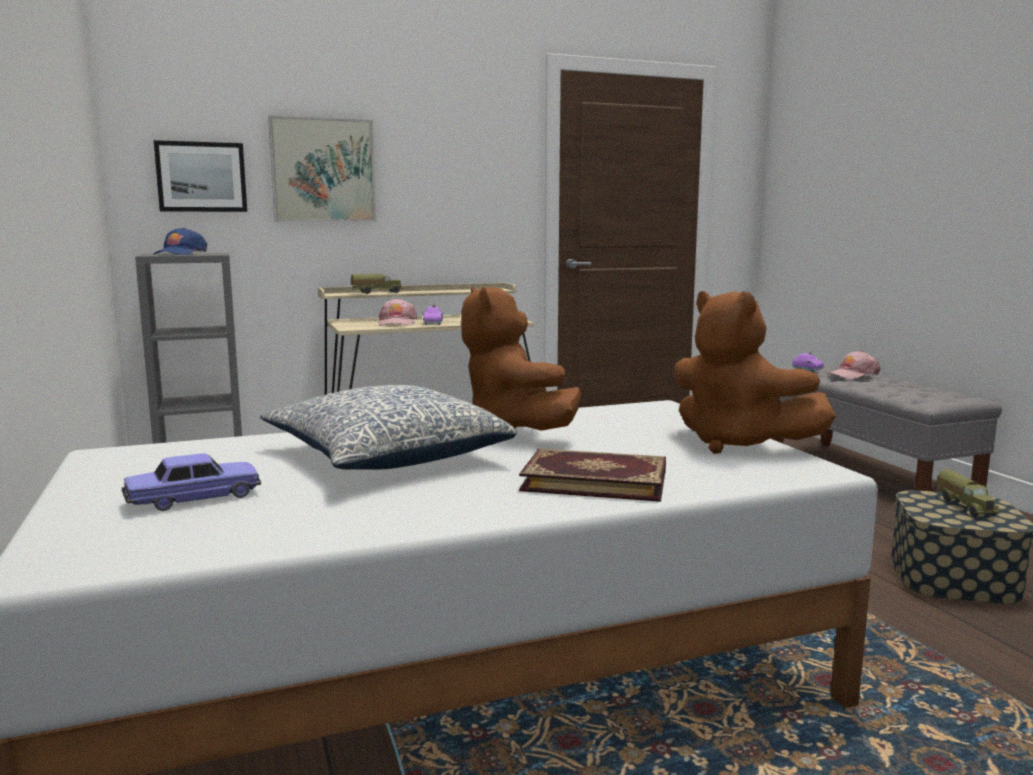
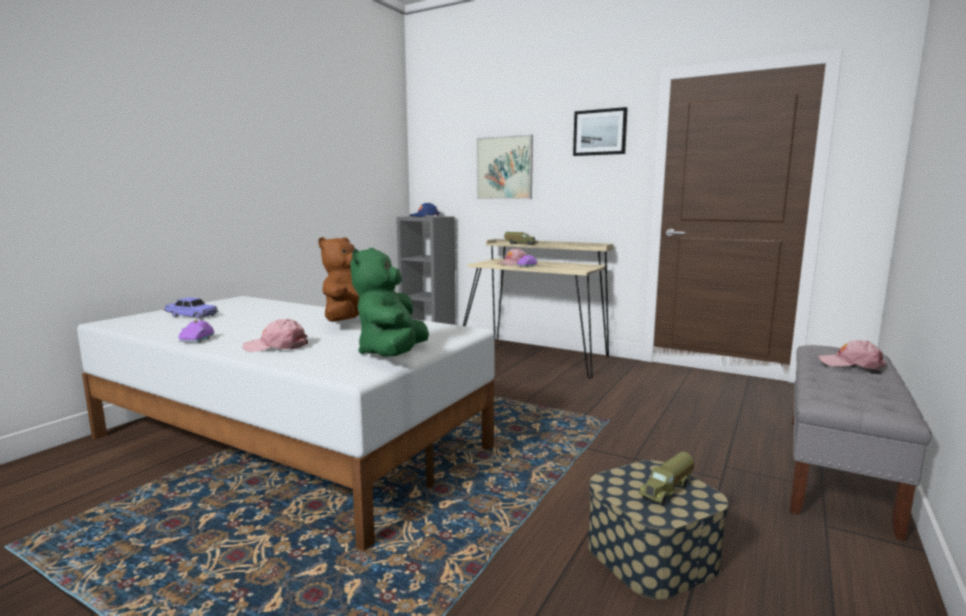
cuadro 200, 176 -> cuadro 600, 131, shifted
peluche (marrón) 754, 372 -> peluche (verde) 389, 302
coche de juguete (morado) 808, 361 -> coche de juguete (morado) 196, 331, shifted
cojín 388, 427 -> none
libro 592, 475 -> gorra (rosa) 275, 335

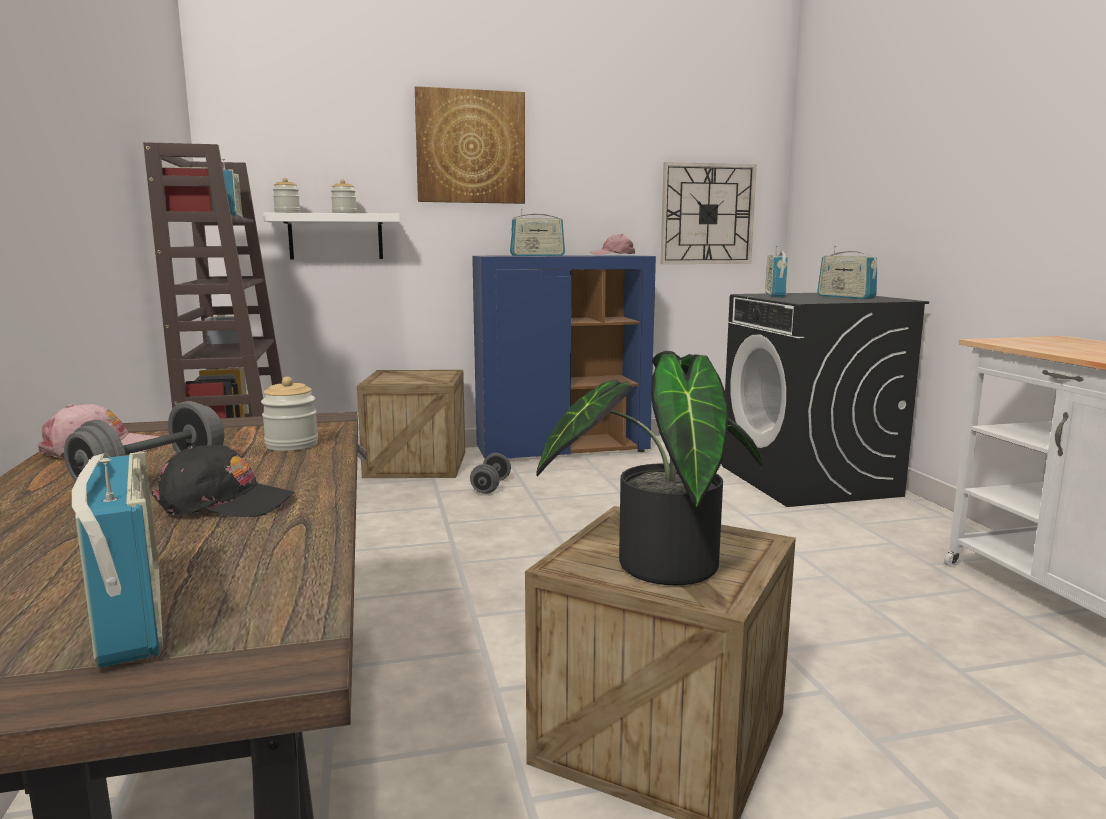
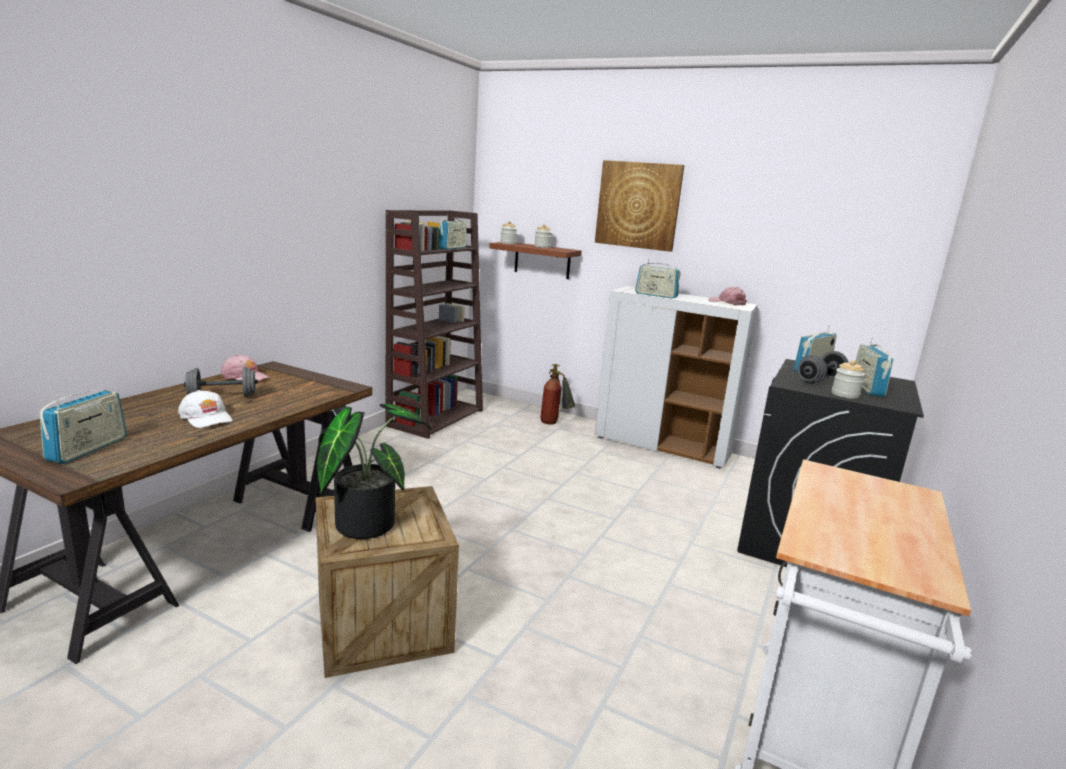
reloj de pared 708, 213 -> none
estante (blanco) 331, 235 -> estante (marrón) 535, 260
armario (azul) 564, 357 -> armario (blanco) 676, 377
caja de embalaje 411, 424 -> extintor 557, 394
tarro 289, 414 -> tarro 848, 379, shifted
gorra (negro) 223, 481 -> gorra (blanco) 205, 409
mancuerna (gris) 490, 473 -> mancuerna (gris) 823, 367, shifted

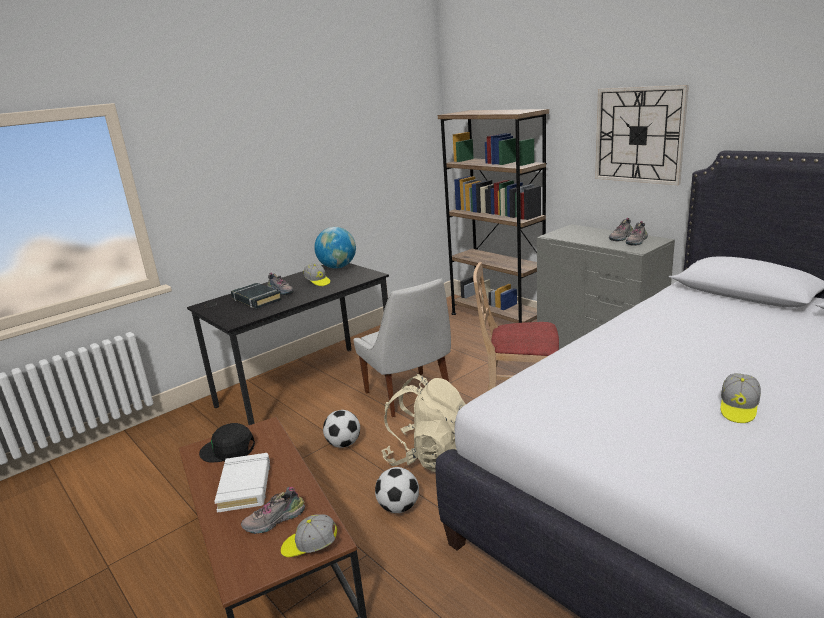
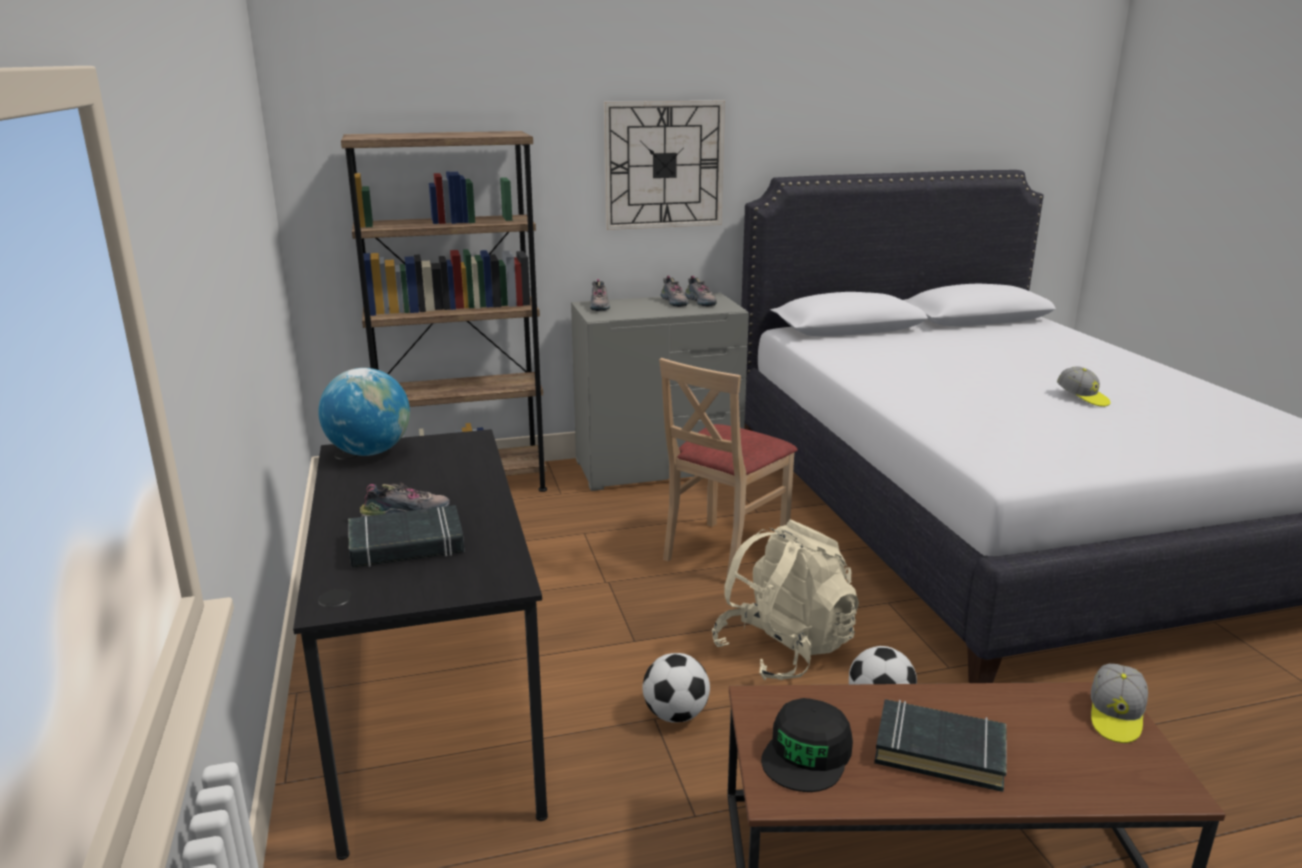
gorra 317, 274 -> none
silla (blanco) 402, 348 -> none
libro (blanco) 242, 483 -> libro (negro) 940, 745
zapato 273, 510 -> zapato 600, 295, shifted

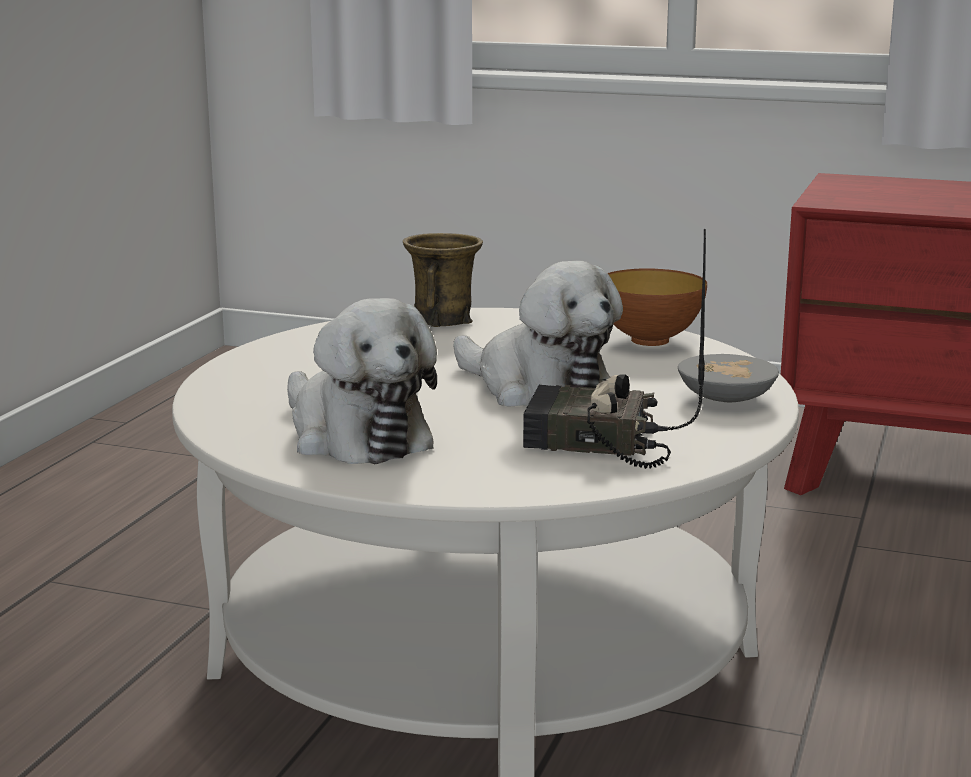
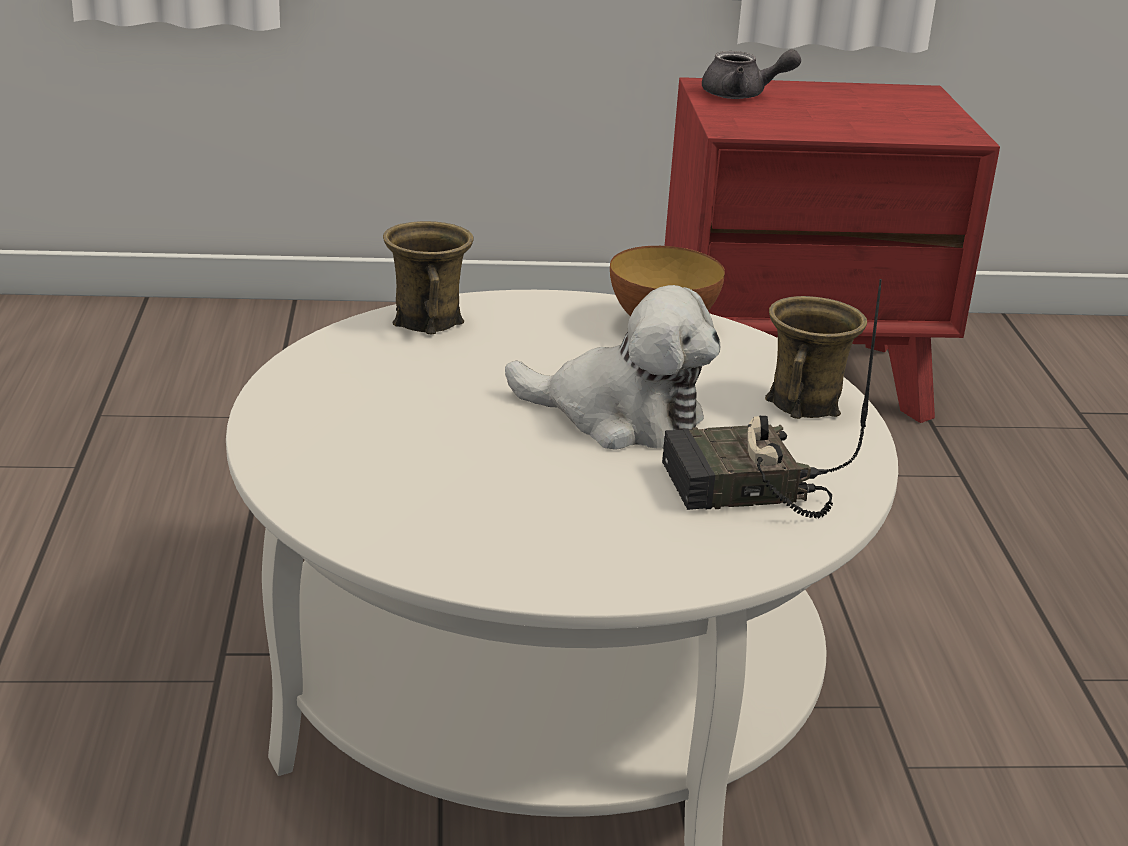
peluche 362, 381 -> none
cuenco (gris) 728, 378 -> taza grande (marrón) 816, 357
none -> tetera (gris) 751, 74

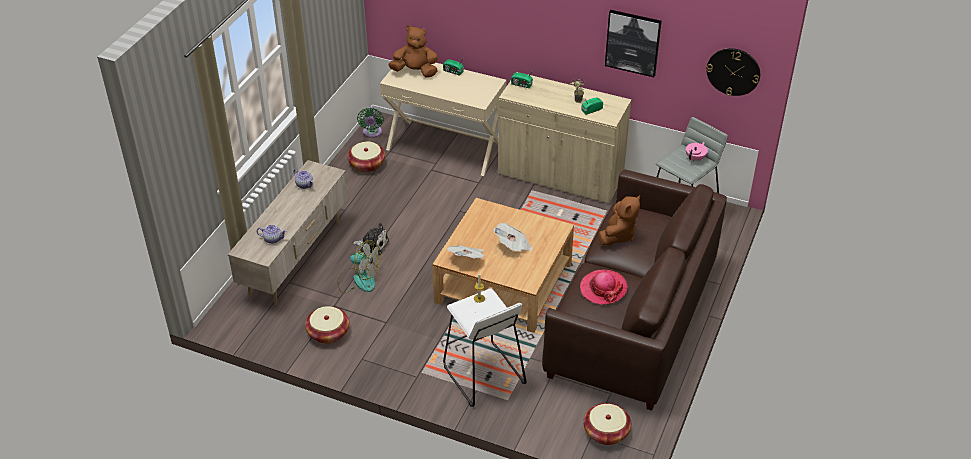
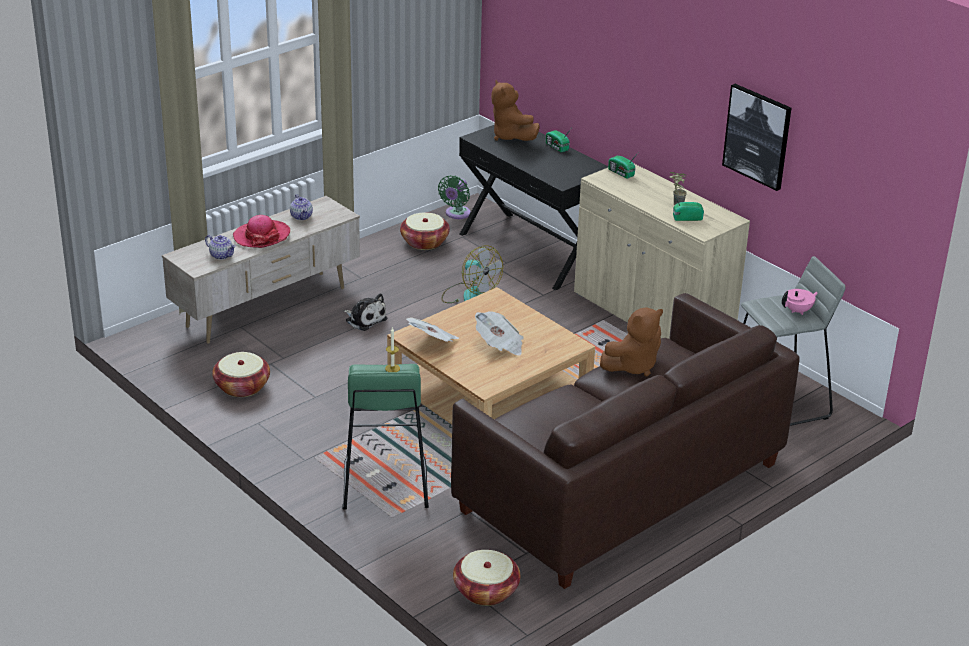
peluche (marrón) 413, 51 -> peluche (marrón) 515, 110, 150 degrees counterclockwise
reloj de pared 733, 72 -> none
mesa consola (beis) 443, 116 -> mesa consola (negro) 533, 207
ventilador 359, 266 -> ventilador 472, 274, shifted
sombrero 604, 287 -> sombrero 261, 231, shifted
taburete (blanco) 485, 347 -> taburete (verde) 386, 437

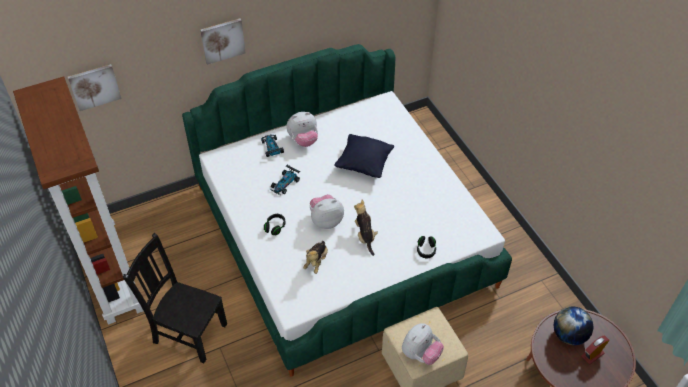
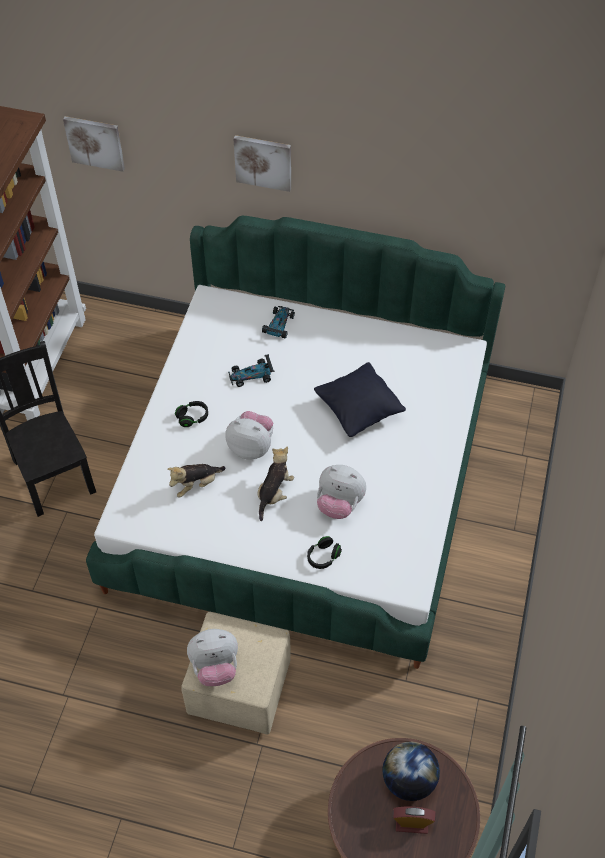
peluche 302, 129 -> peluche 341, 492, shifted

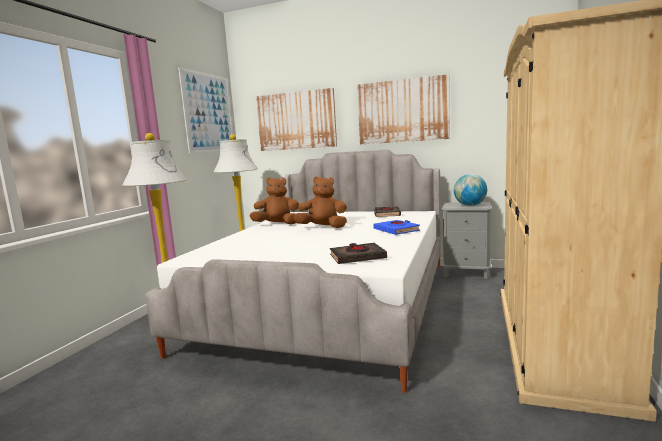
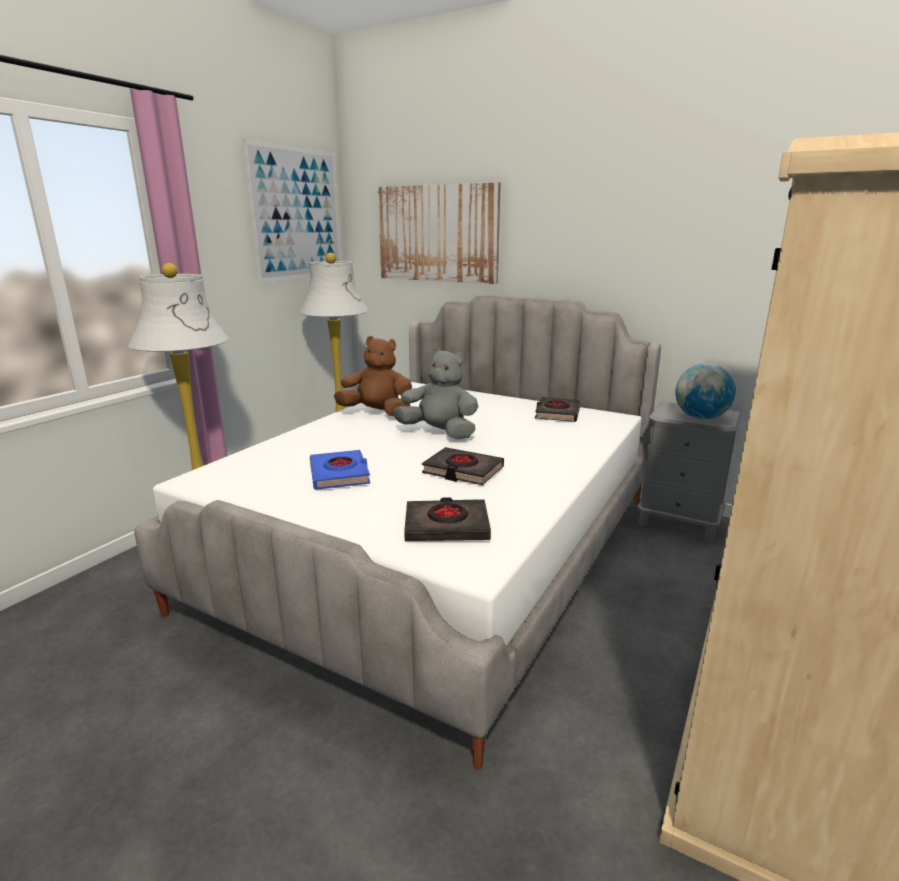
cuadro 403, 109 -> none
peluche (marrón) 320, 202 -> peluche (gris) 435, 393
libro (azul) 396, 227 -> libro (azul) 340, 470, shifted
none -> libro (negro) 463, 466

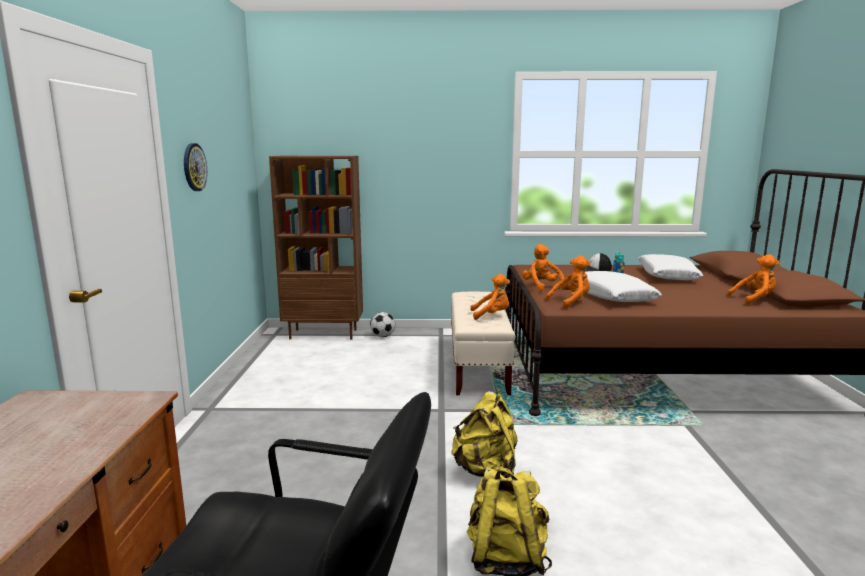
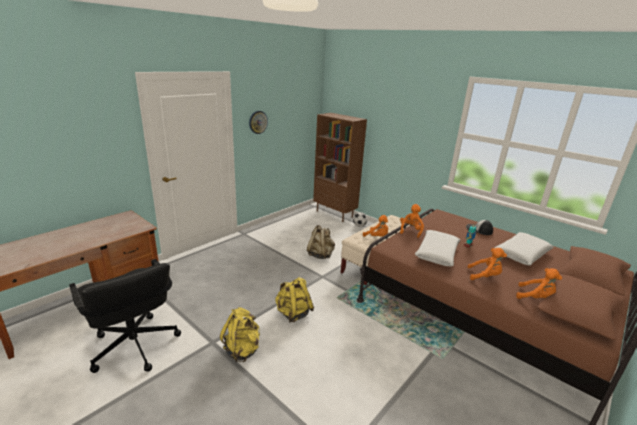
peluche (naranja) 568, 282 -> peluche (naranja) 487, 264, shifted
none -> mochila (beis) 321, 242

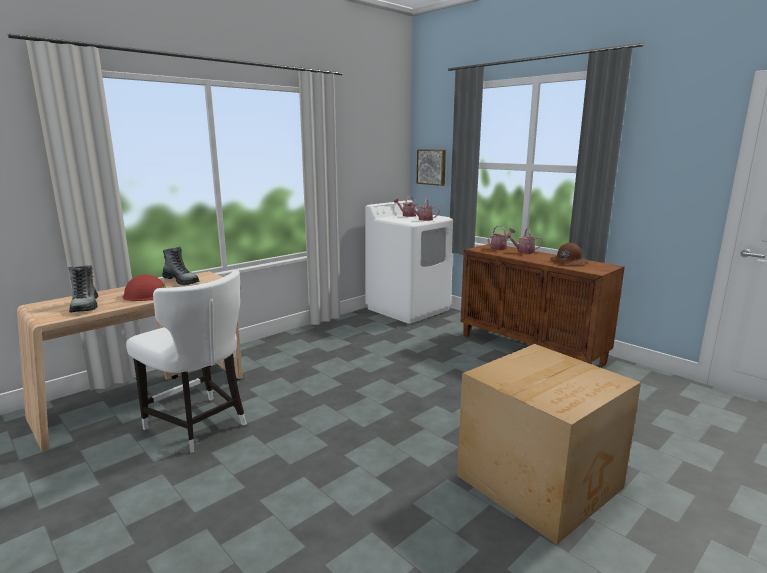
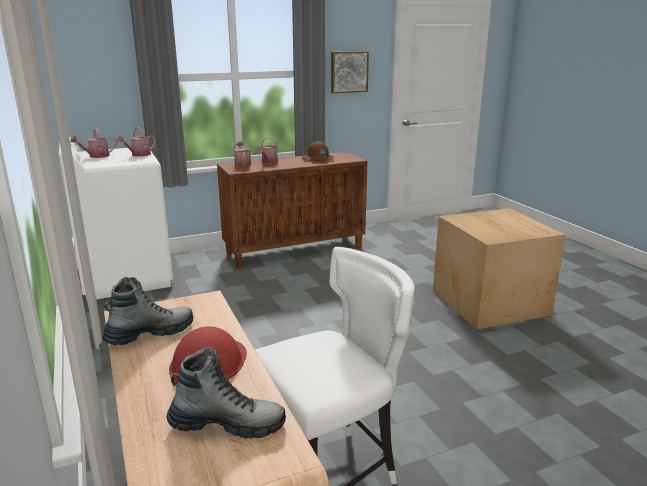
cuadro 431, 167 -> cuadro 350, 72, shifted

